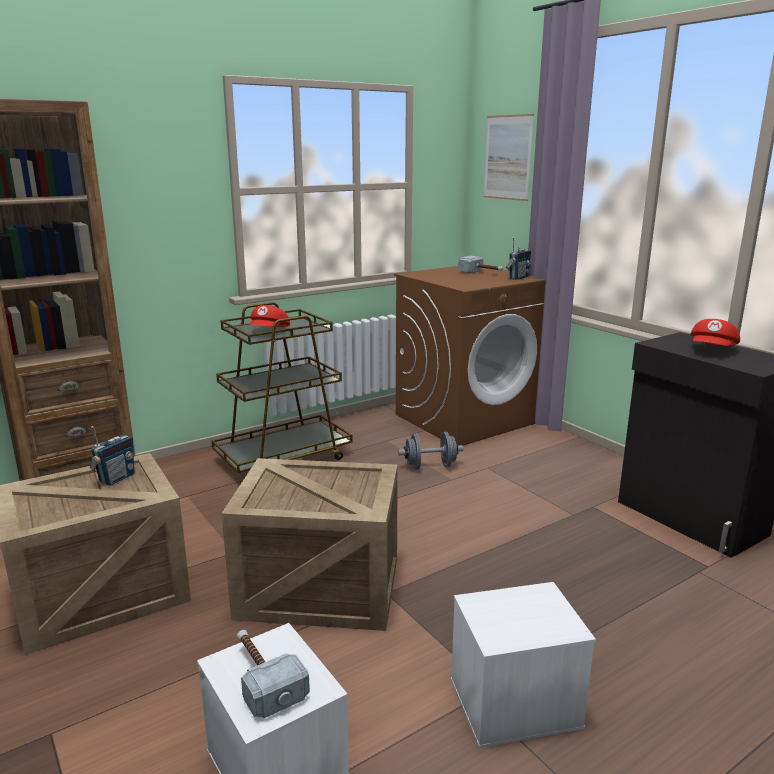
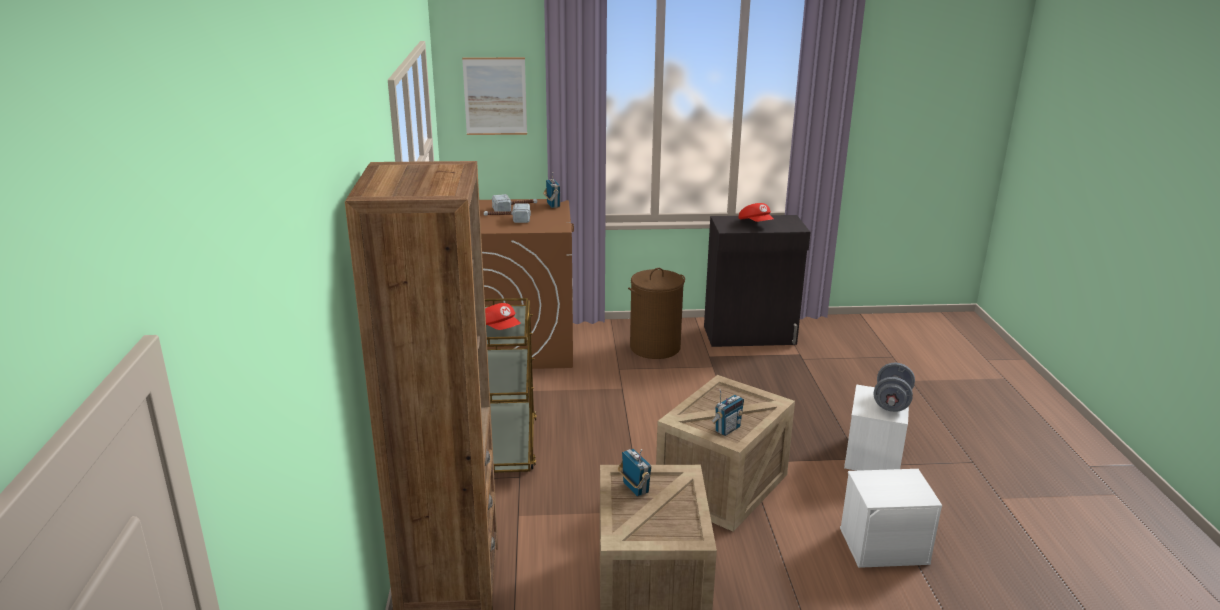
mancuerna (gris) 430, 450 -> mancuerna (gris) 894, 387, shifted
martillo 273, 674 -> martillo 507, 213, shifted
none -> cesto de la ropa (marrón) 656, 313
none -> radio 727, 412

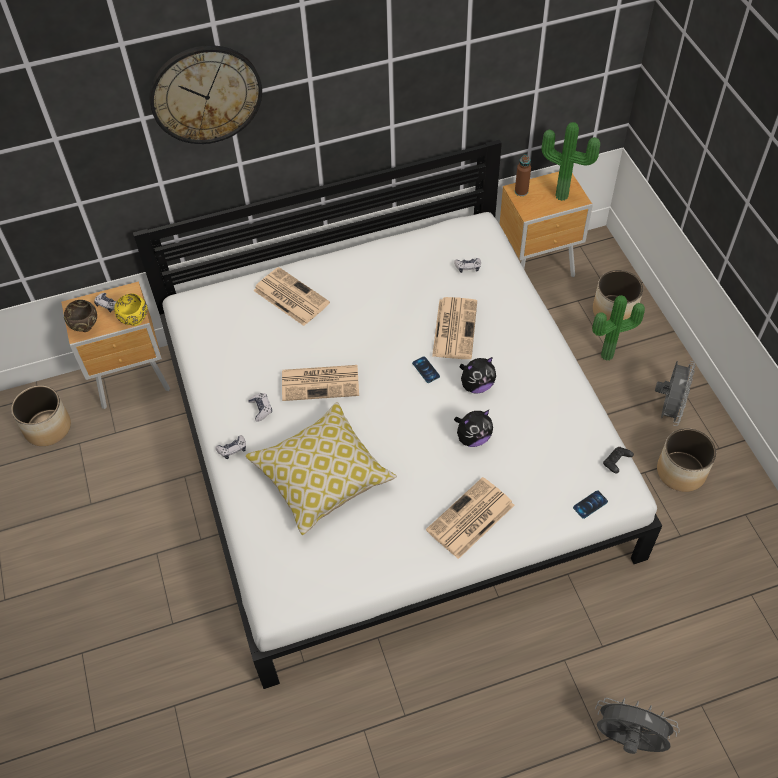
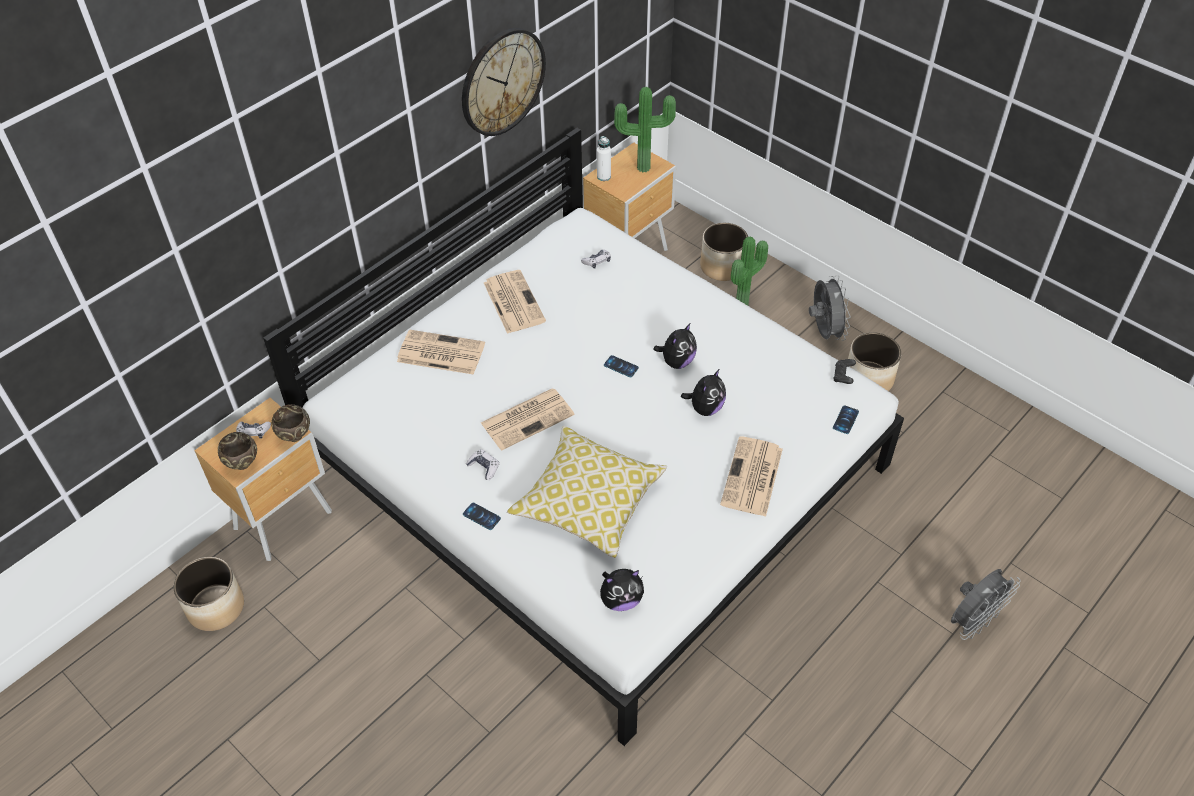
reloj de pared 205, 94 -> reloj de pared 504, 82, shifted
botella (marrón) 523, 175 -> botella (blanco) 604, 158
cuenco (amarillo) 131, 310 -> cuenco (marrón) 290, 423
periódico 454, 328 -> periódico 515, 302, shifted
mando de consola 230, 447 -> móvil 482, 516
ventilador (gris) 637, 726 -> ventilador (gris) 986, 604, 150 degrees clockwise
none -> peluche 622, 590

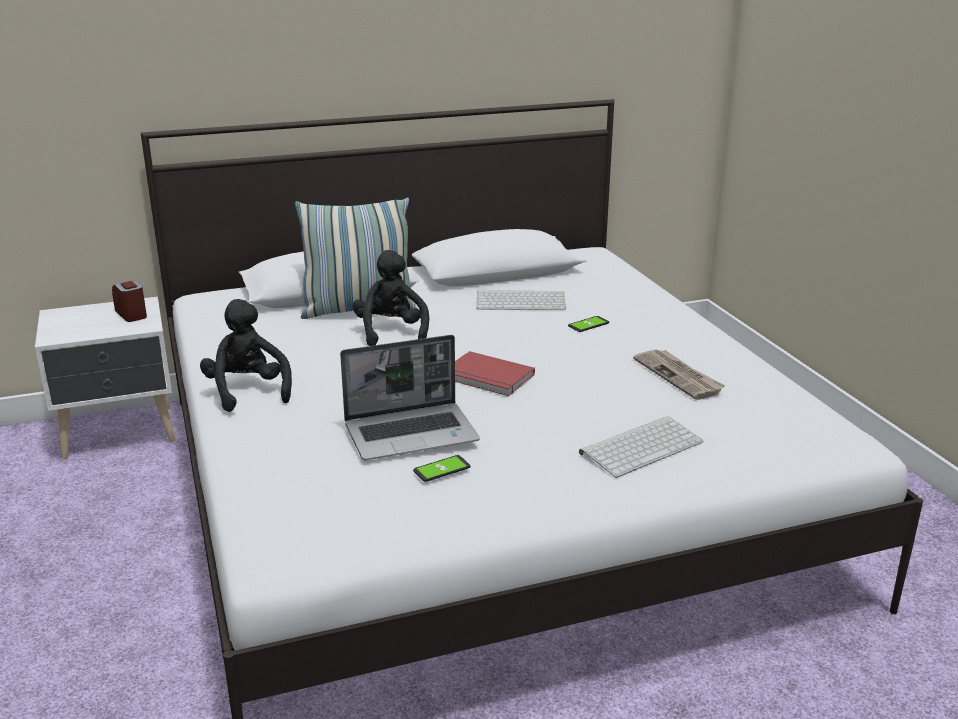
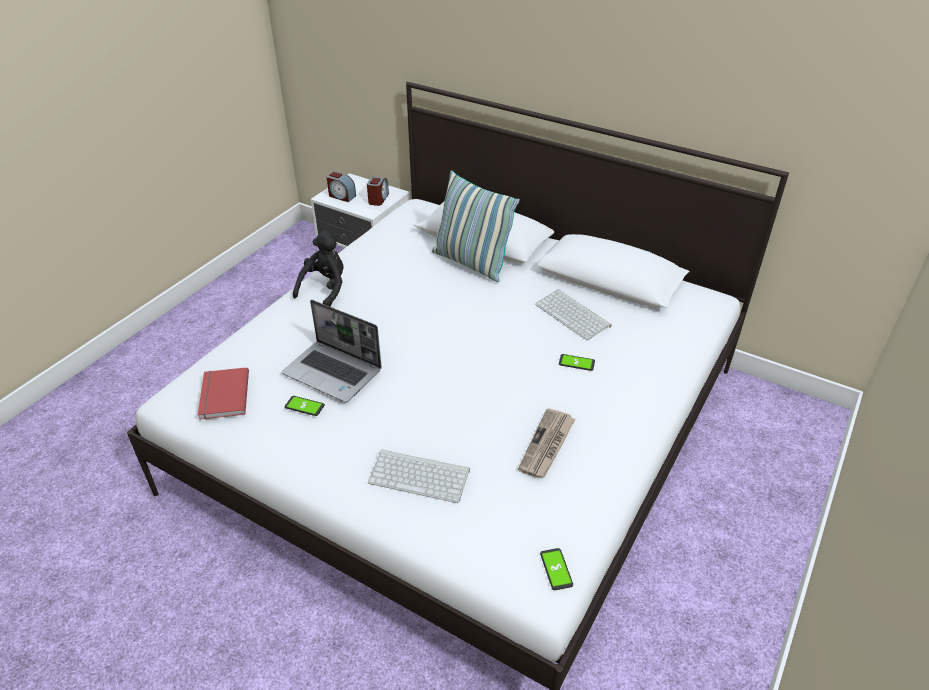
peluche (negro) 391, 298 -> none
libro (rojo) 495, 373 -> libro (rojo) 223, 393, shifted
none -> despertador 341, 186
none -> móvil 556, 569

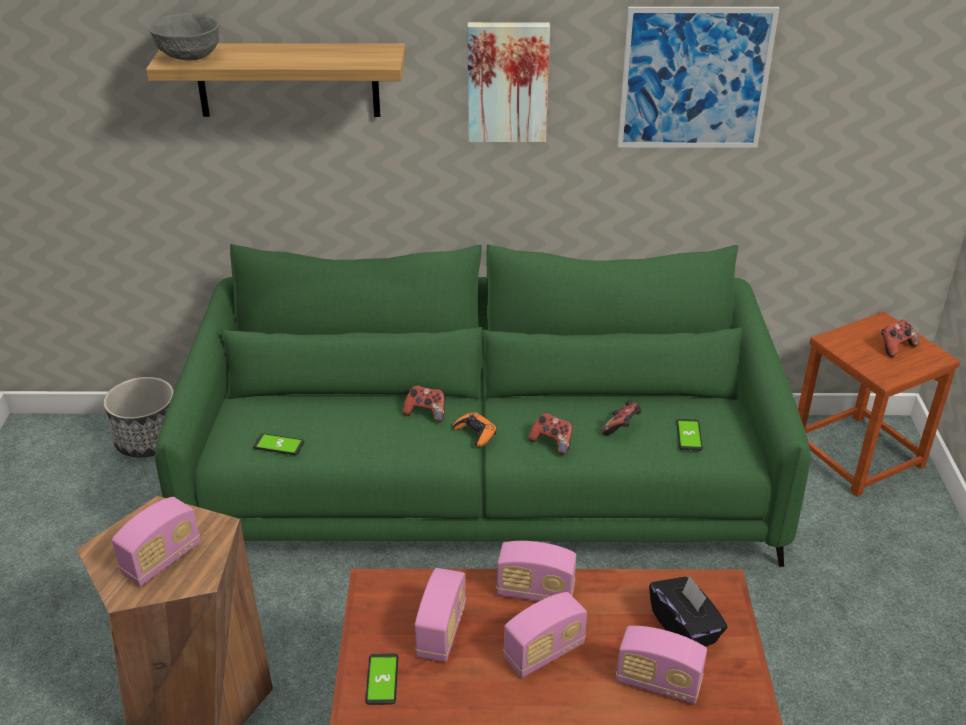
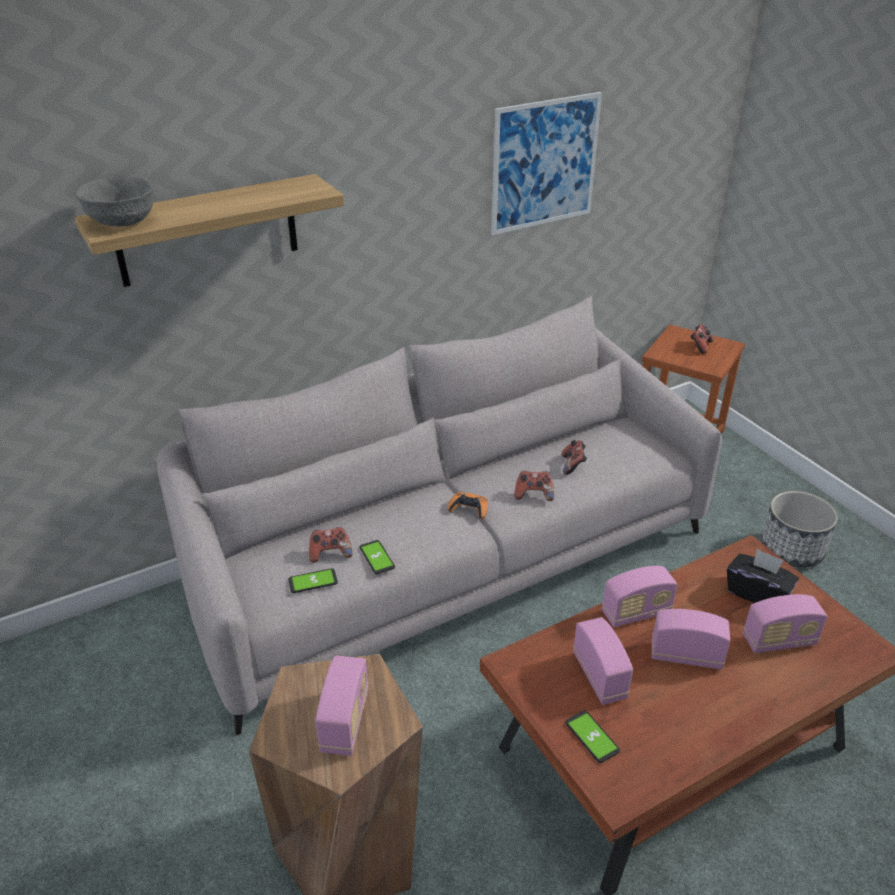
cuadro 508, 82 -> none
sofá (verde) 483, 405 -> sofá (gris) 439, 516
maceta 139, 417 -> maceta 799, 529, shifted
mando de consola 423, 403 -> mando de consola 330, 545, shifted
móvil 690, 435 -> móvil 377, 557, shifted
radio 545, 635 -> radio 691, 639, 105 degrees counterclockwise

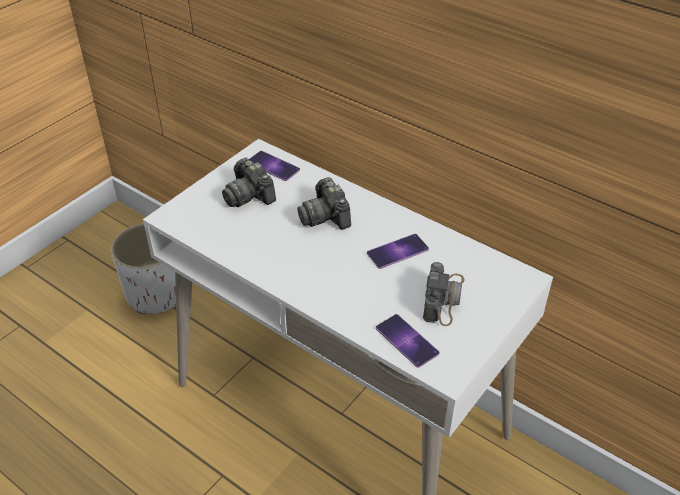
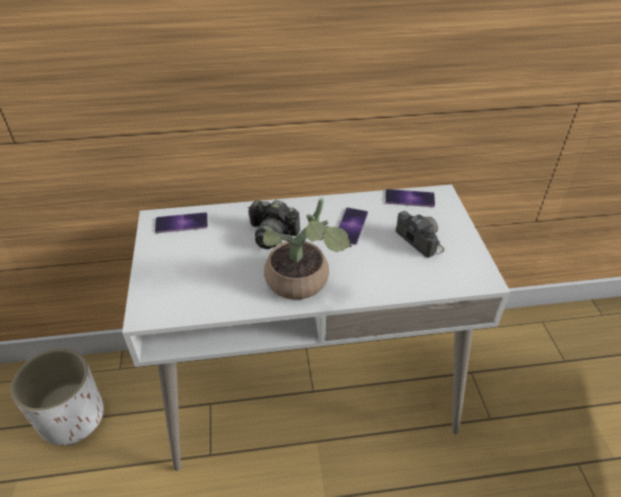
cámara 249, 182 -> none
móvil 407, 341 -> móvil 410, 198, shifted
none -> planta en maceta 307, 249

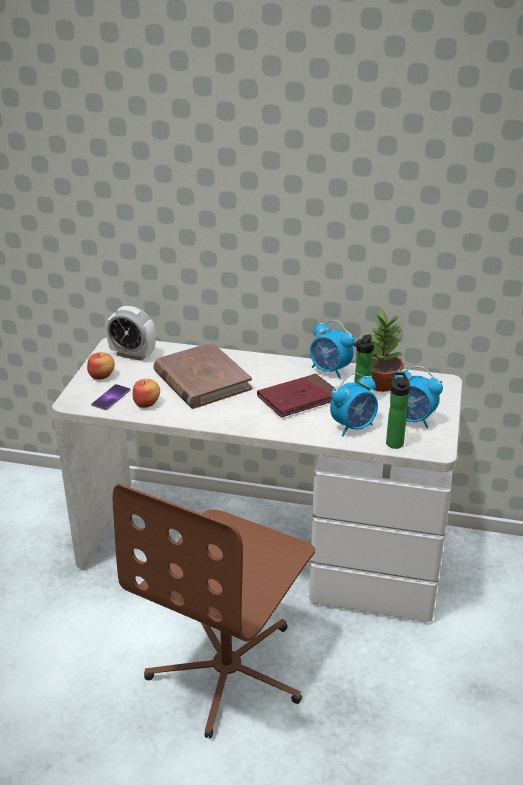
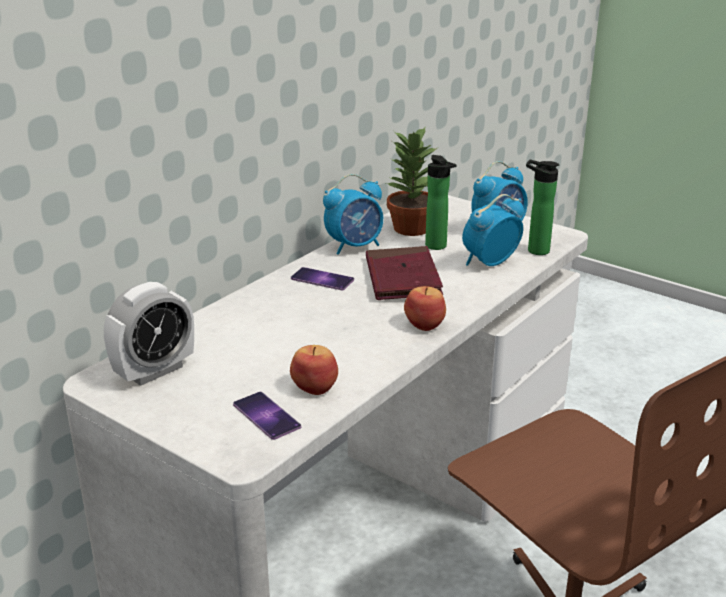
libro (marrón) 202, 375 -> none
manzana 101, 366 -> manzana 425, 308, shifted
despertador 354, 404 -> despertador 493, 230, 120 degrees counterclockwise
none -> móvil 322, 278

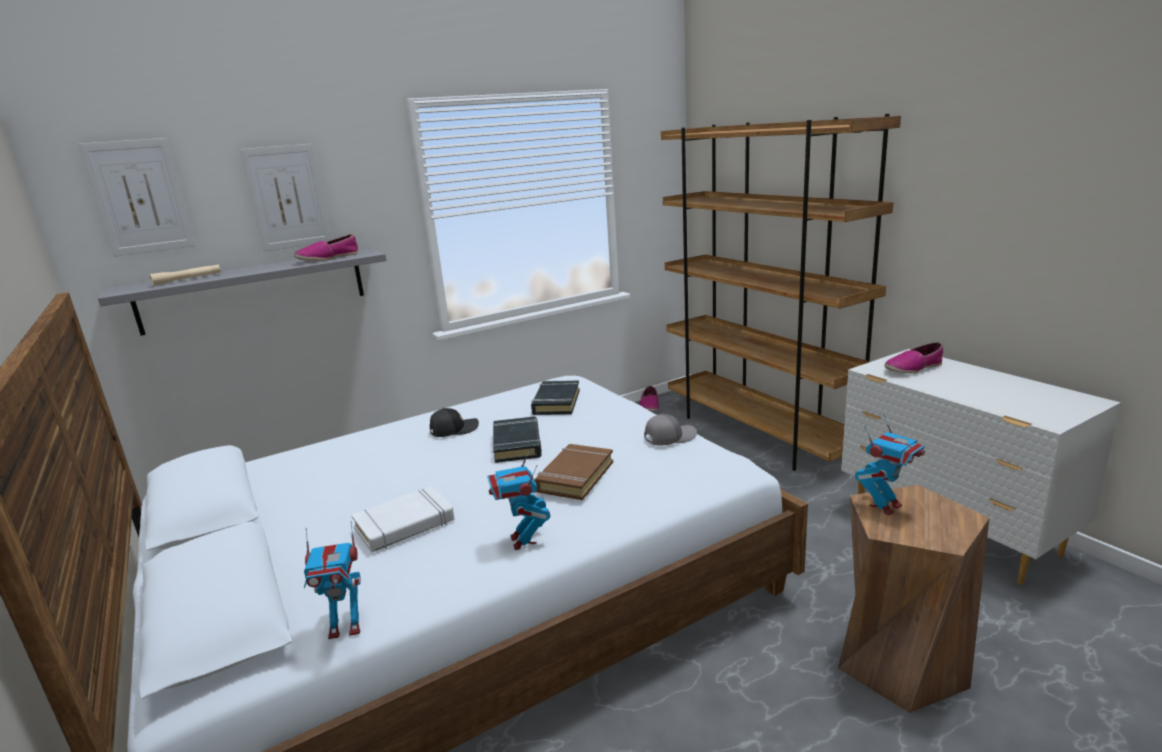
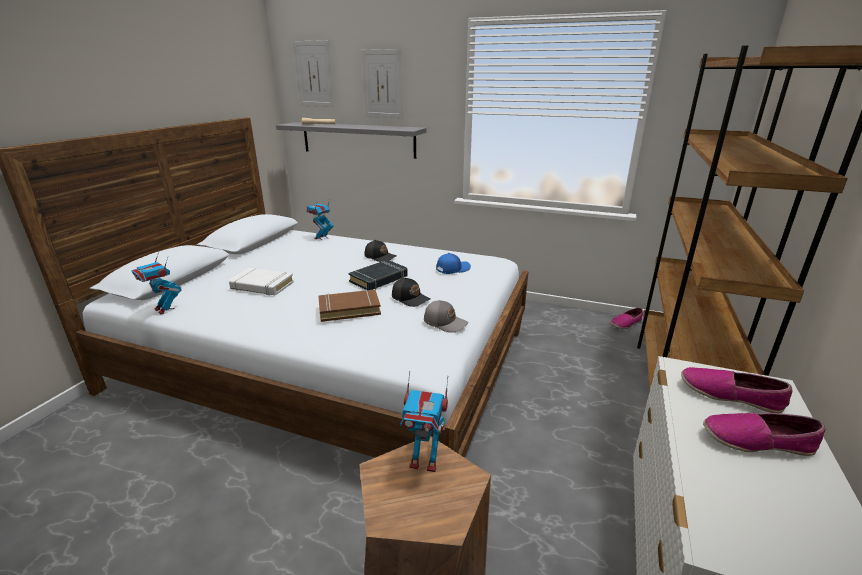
zapato 326, 247 -> zapato 764, 434, shifted
libro (negro) 555, 397 -> gorra (azul) 453, 263
robot de juguete 518, 499 -> robot de juguete 319, 220, shifted
none -> gorra (negro) 411, 292

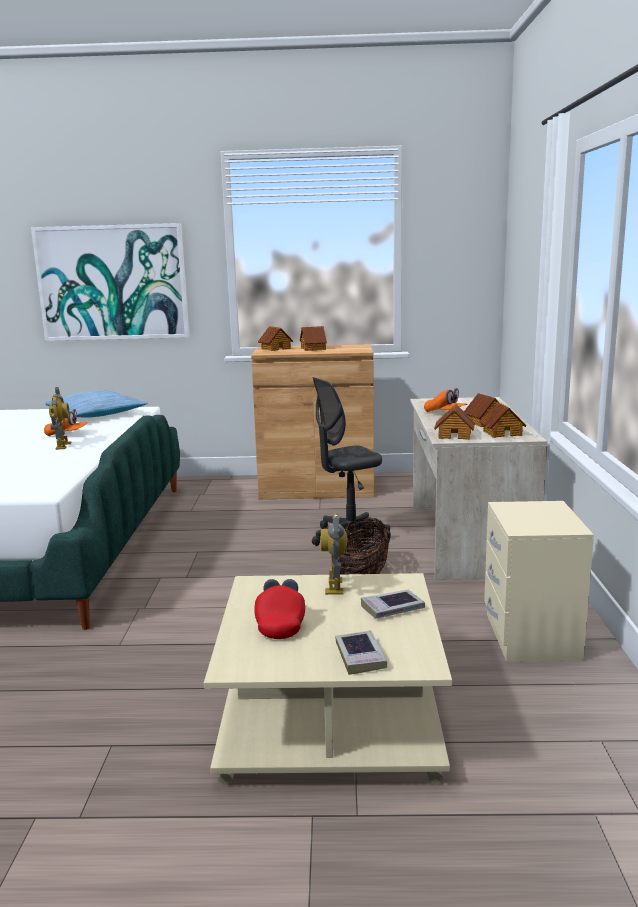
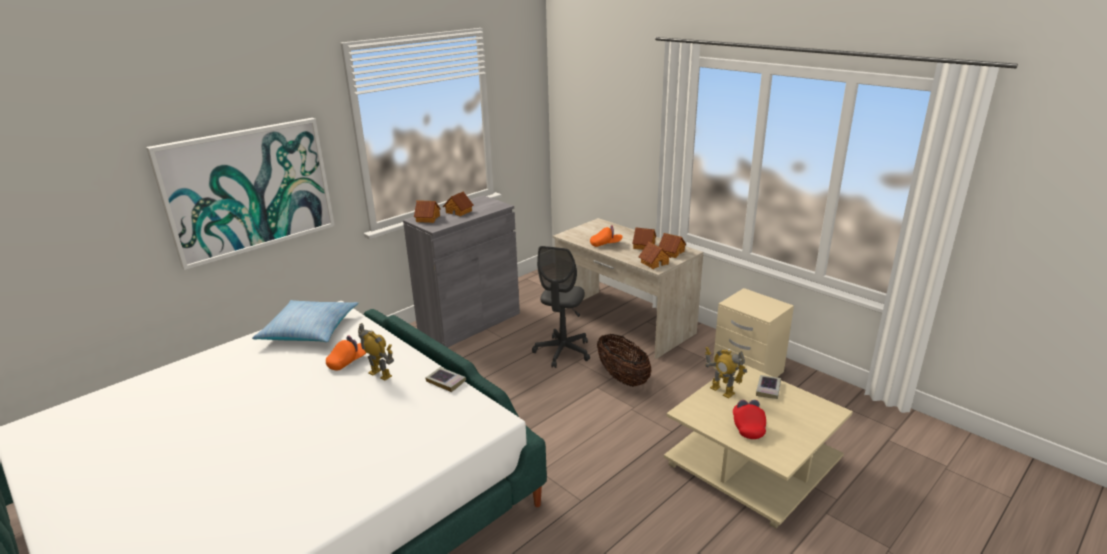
armario (marrón) 312, 421 -> armario (gris) 461, 271
gorra (rojo) 279, 609 -> gorra (rojo) 749, 419, 45 degrees clockwise
libro 361, 653 -> libro 446, 379, shifted

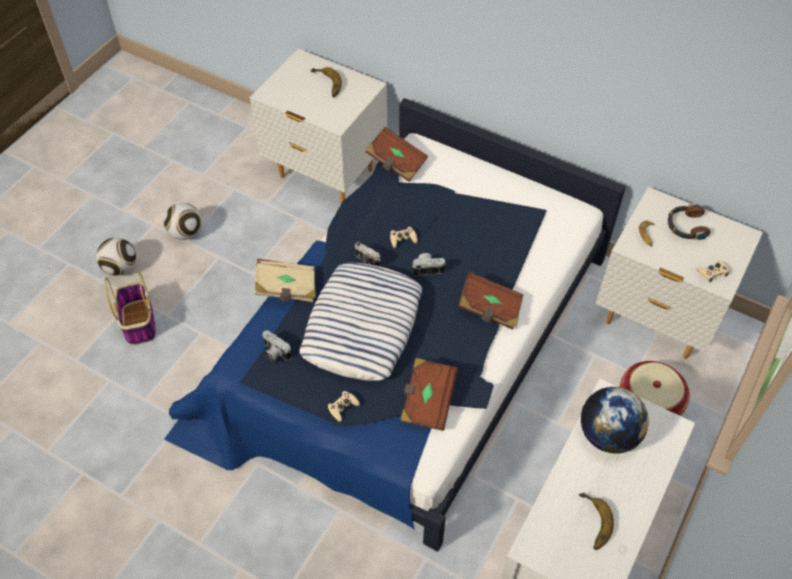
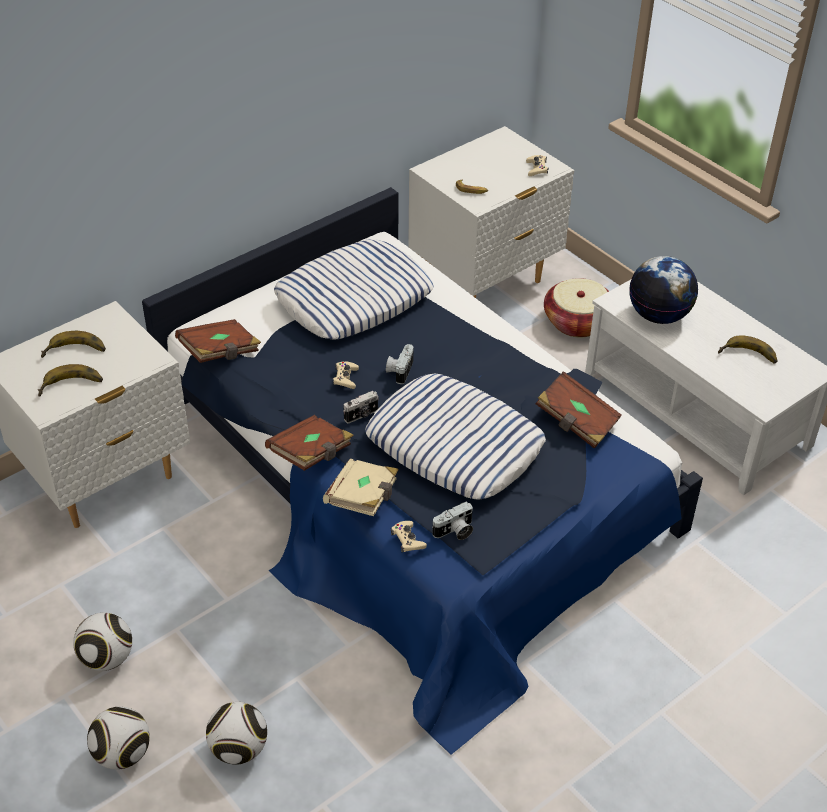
auriculares 689, 222 -> none
cesta 130, 308 -> balón de fútbol 236, 733
libro (marrón) 490, 301 -> libro (marrón) 309, 443, shifted
mando de consola (beis) 344, 406 -> mando de consola (beis) 409, 537, shifted
none -> cojín 353, 289
none -> plátano 70, 380

